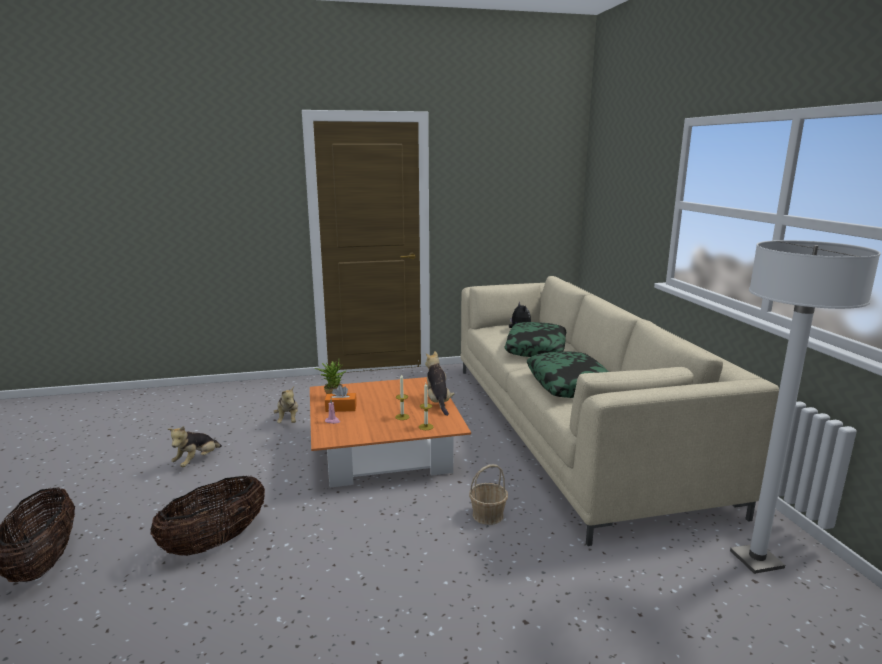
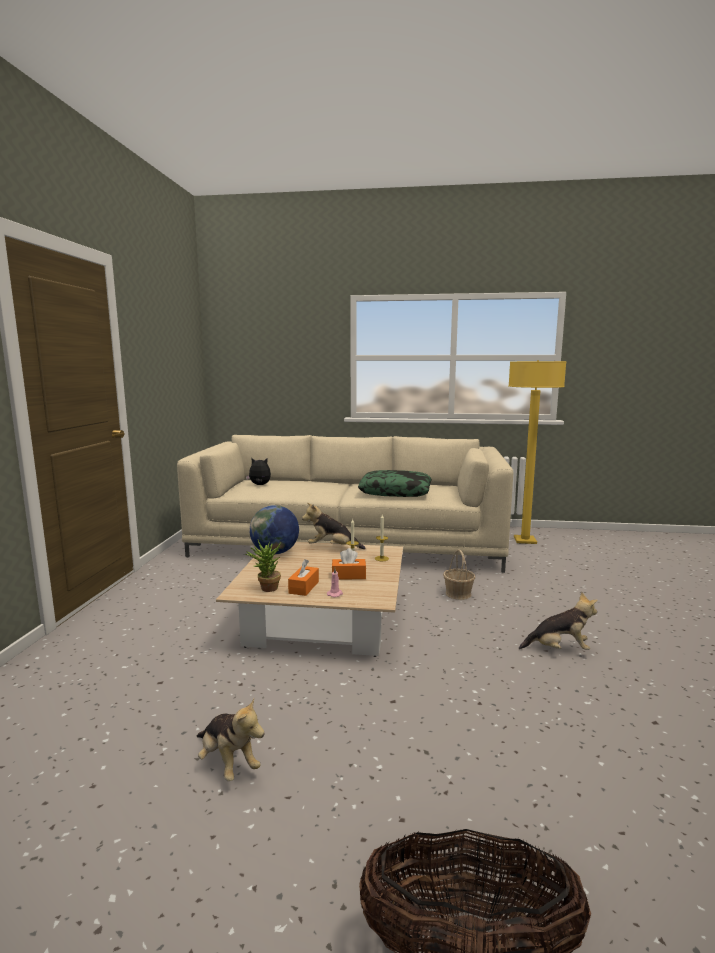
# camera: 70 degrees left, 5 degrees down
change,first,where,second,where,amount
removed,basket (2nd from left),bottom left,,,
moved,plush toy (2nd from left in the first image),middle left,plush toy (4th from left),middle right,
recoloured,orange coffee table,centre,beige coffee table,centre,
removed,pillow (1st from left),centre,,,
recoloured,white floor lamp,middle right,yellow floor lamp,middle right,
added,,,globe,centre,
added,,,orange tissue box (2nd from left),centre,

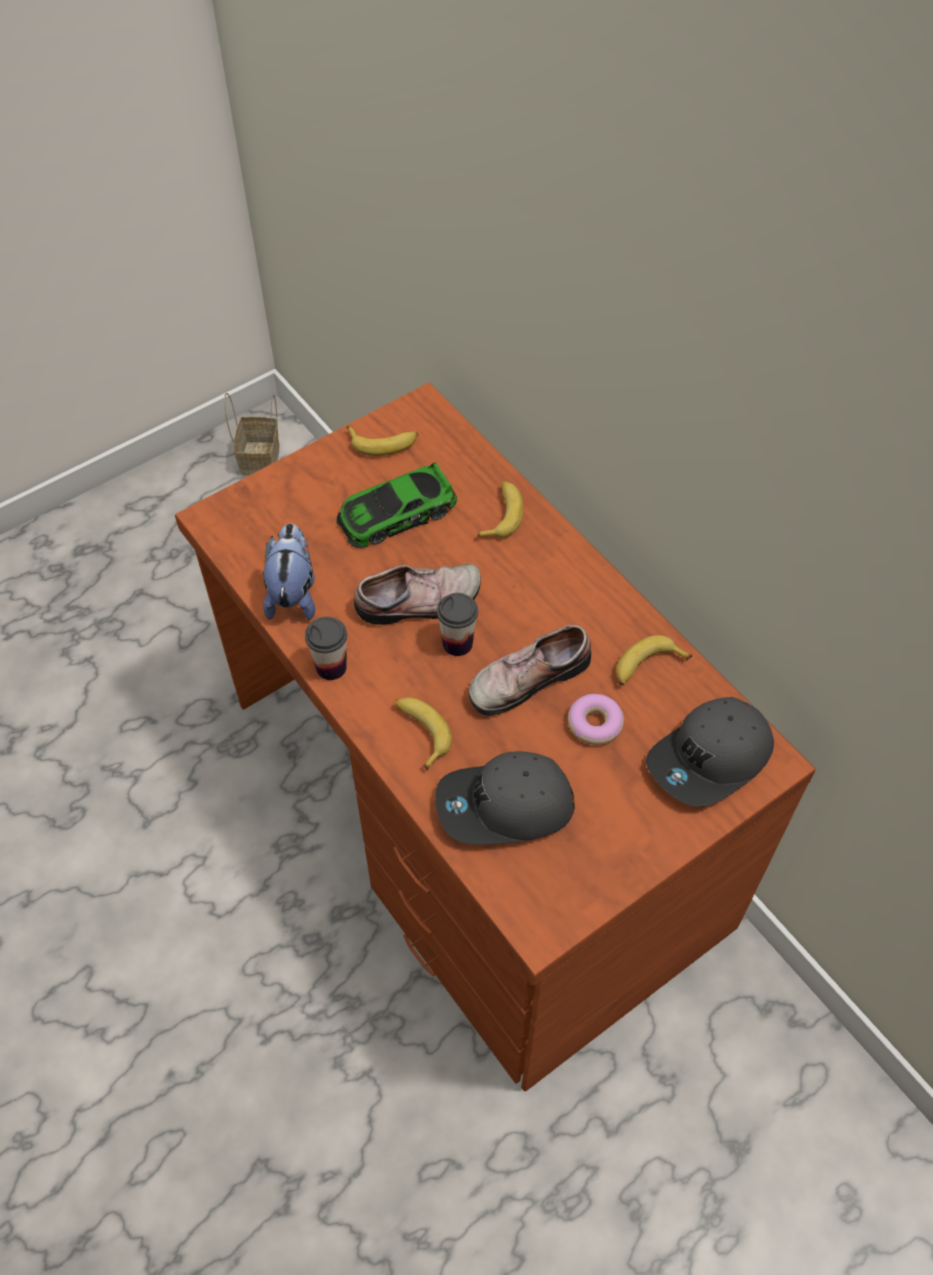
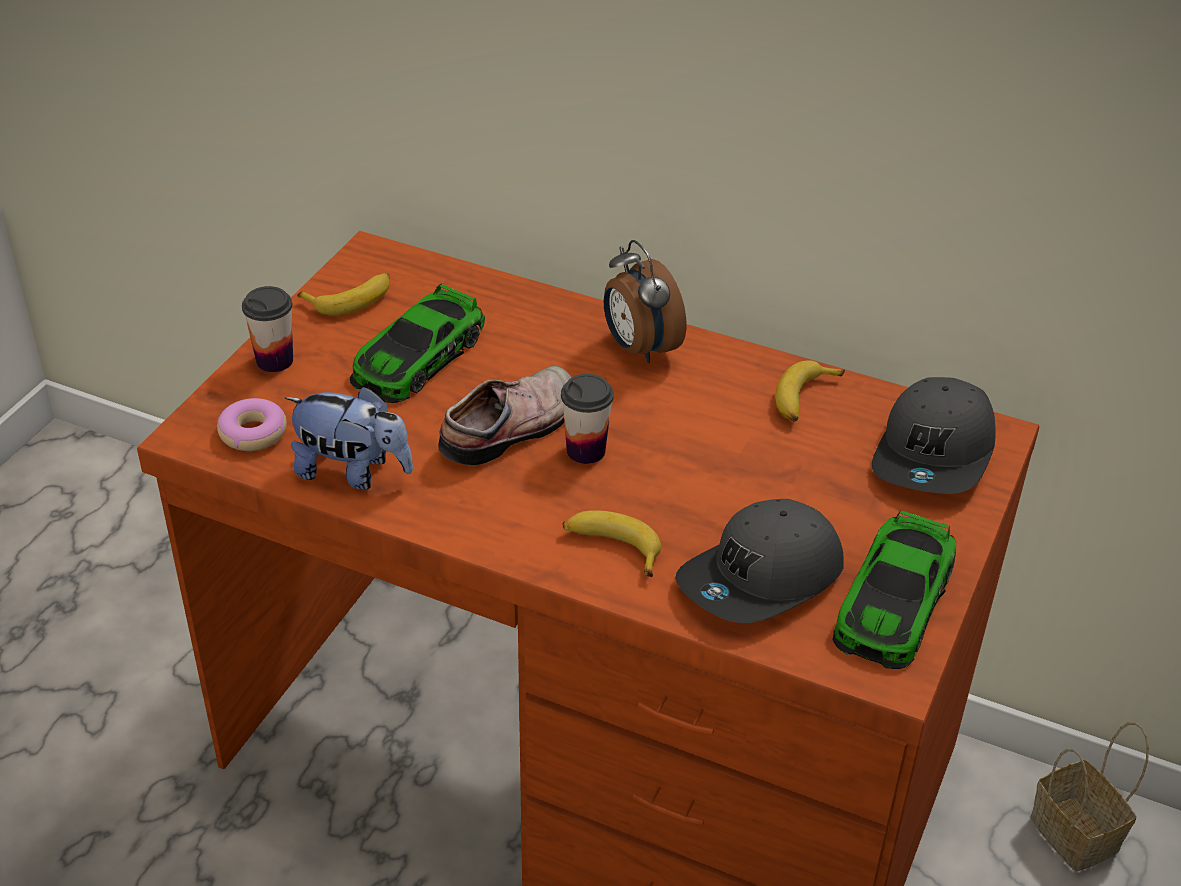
# camera: 30 degrees left, 15 degrees down
change,first,where,second,where,amount
moved,basket,middle left,,bottom right,
turned,plush toy,middle left,,middle left,135 degrees clockwise
moved,cup (1st from left),centre,,middle left,
removed,shoe (2nd from left),centre,,,
removed,banana (3rd from left),centre,,,
moved,donut,centre,,middle left,
added,,,alarm clock,centre,
added,,,toy car (2nd from left),middle right,

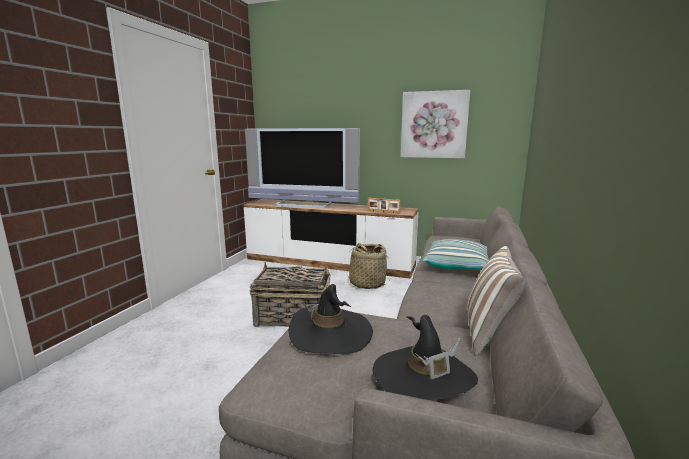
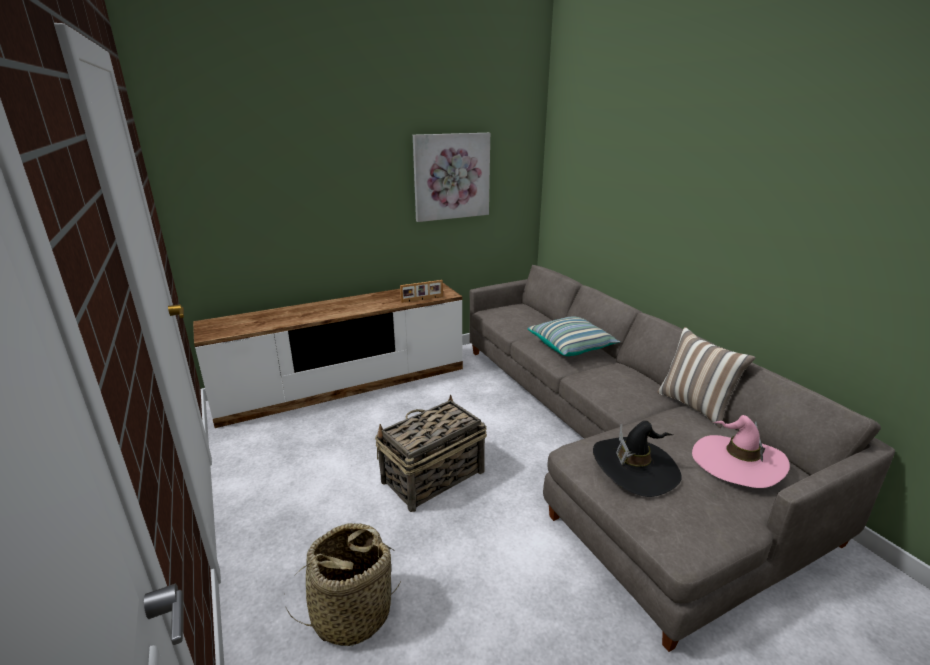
# camera: 45 degrees left, 10 degrees up
change,first,where,second,where,amount
removed,television,centre,,,
moved,basket (2nd from left in the first image),centre,basket (1st from left),bottom centre,
recoloured,black hat (2nd from left),bottom centre,pink hat,bottom right,

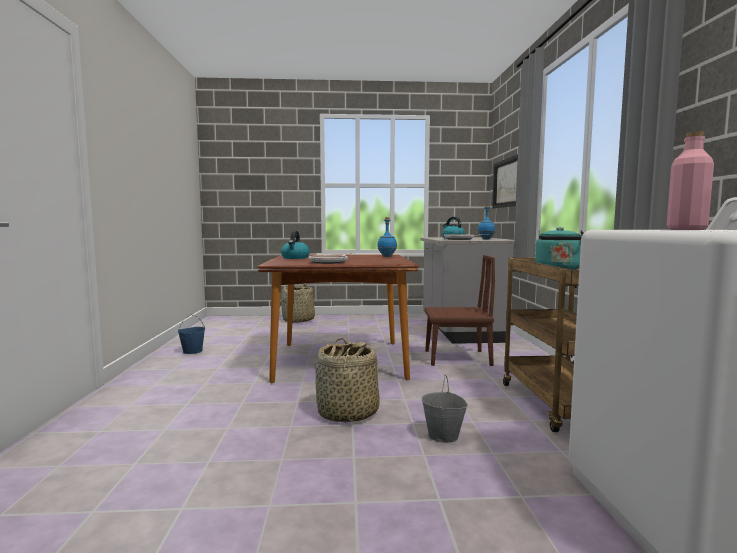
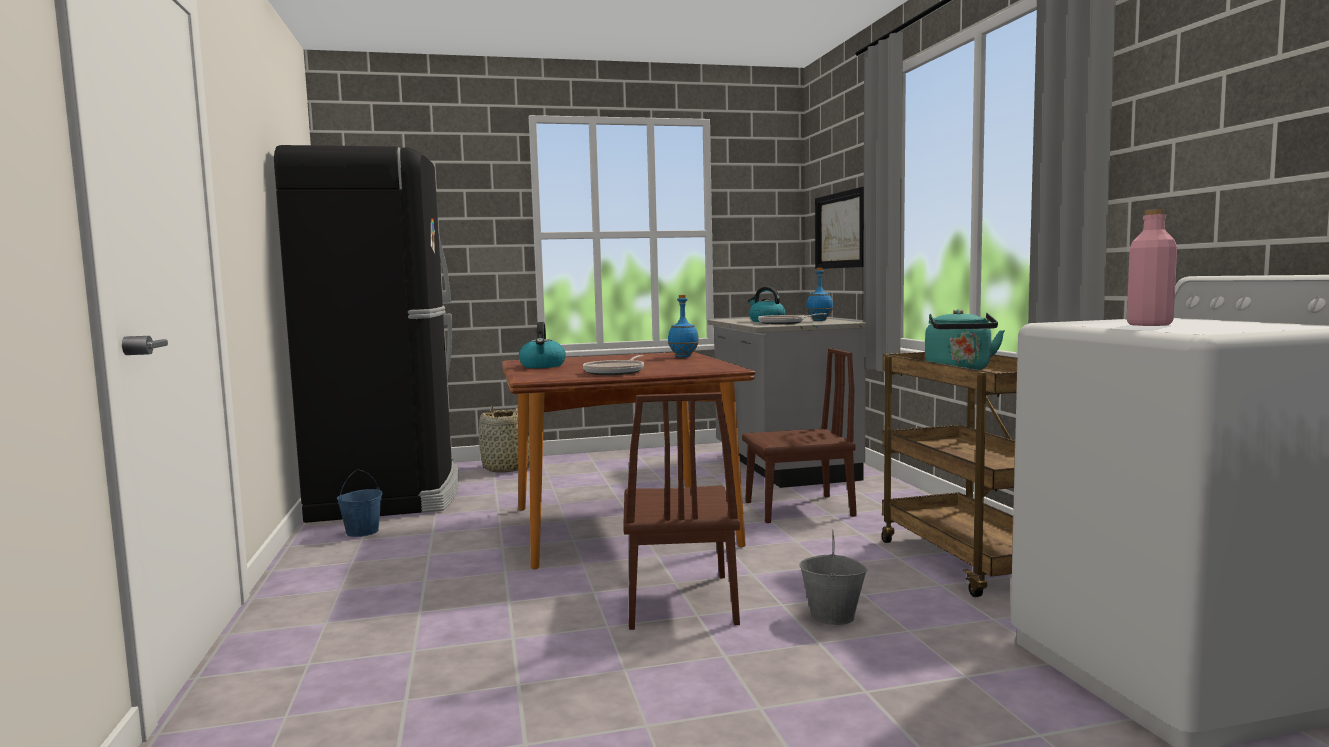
# camera: 10 degrees left, 0 degrees up
change,first,where,second,where,amount
replaced,basket (2nd from left),bottom centre,brown chair (1st from left),bottom centre,
added,,,black fridge,middle left,

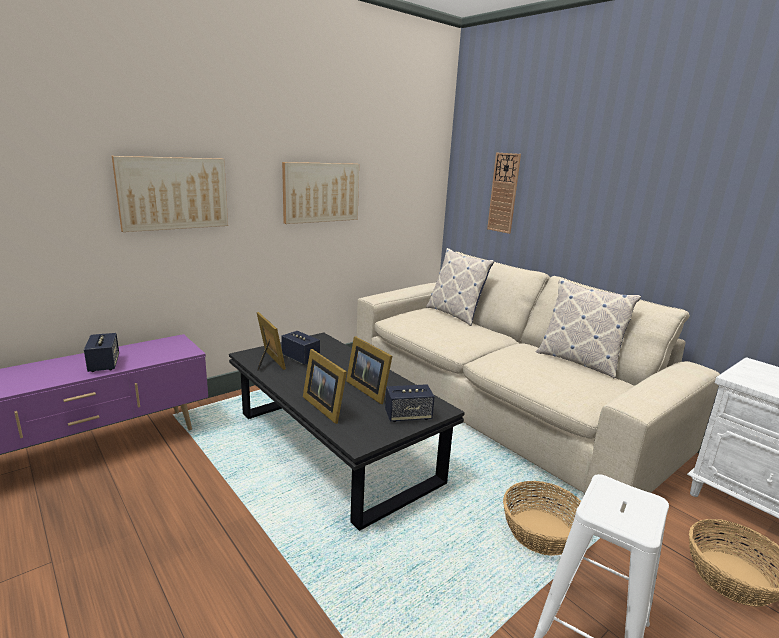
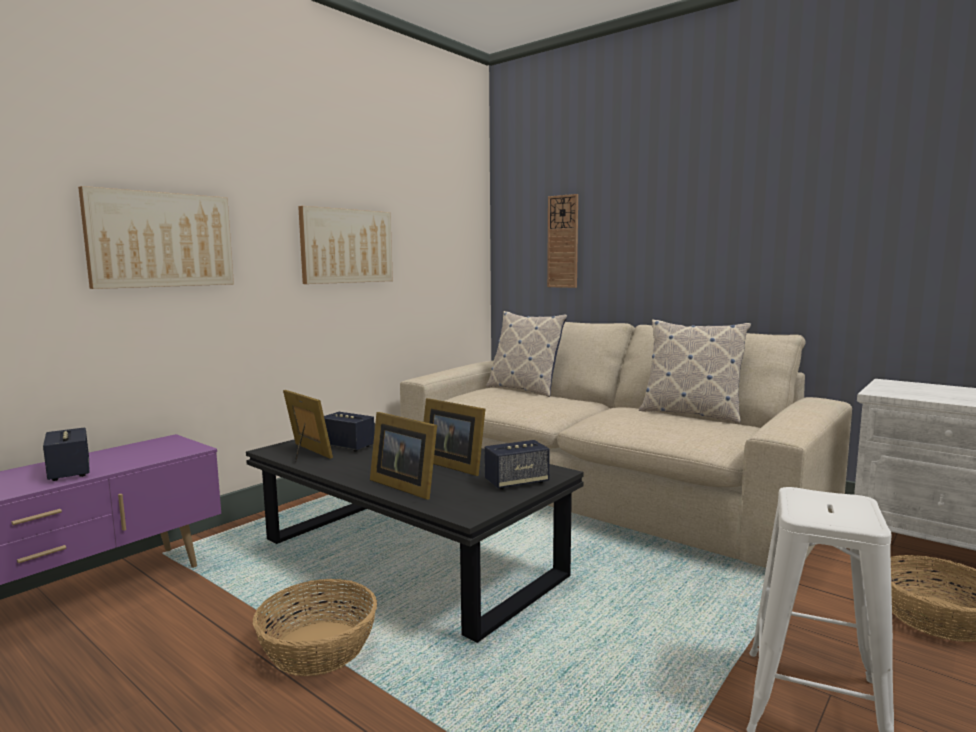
# camera: 10 degrees left, 10 degrees down
change,first,where,second,where,amount
moved,basket (1st from left),bottom right,,bottom left,

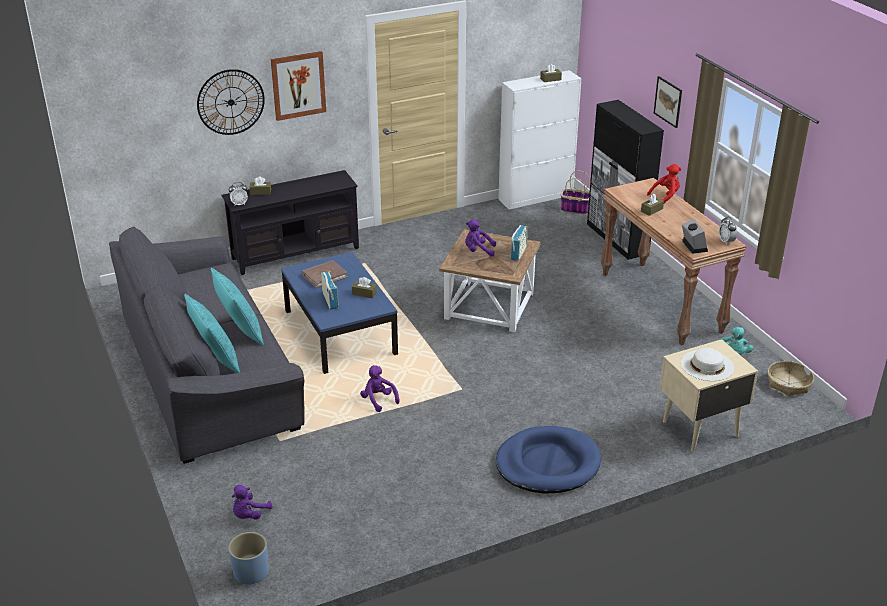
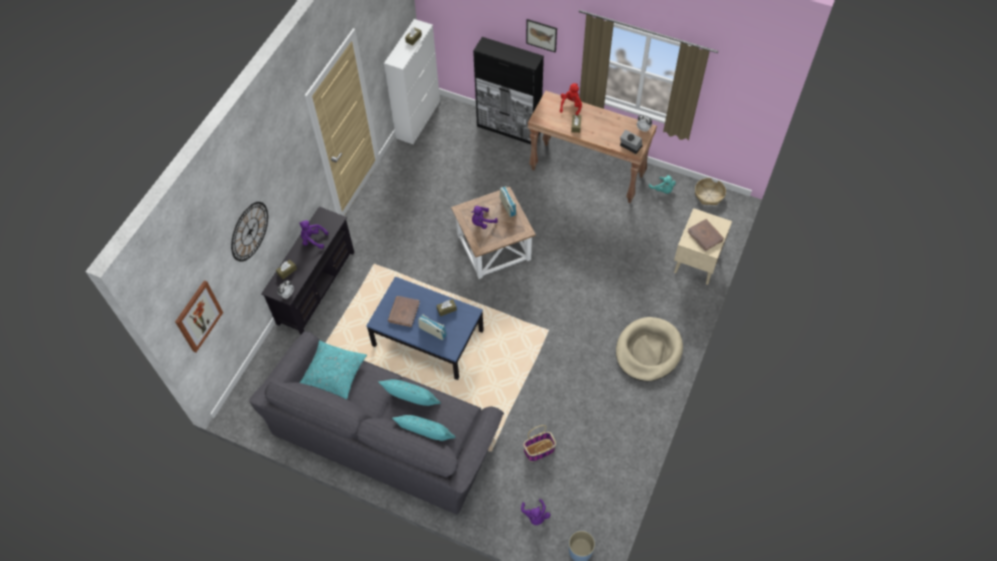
# camera: 40 degrees left, 25 degrees up
change,first,where,second,where,amount
moved,picture (1st from left),top centre,,middle left,
moved,purple plush toy (2nd from left in the first image),centre,purple plush toy (1st from left),middle left,
recoloured,blue dog bed,bottom centre,beige dog bed,centre,
moved,basket (1st from left),top centre,,bottom centre,
replaced,white hat,middle right,brown book (2nd from left),middle right,
added,,,turquoise pillow (1st from left),centre,

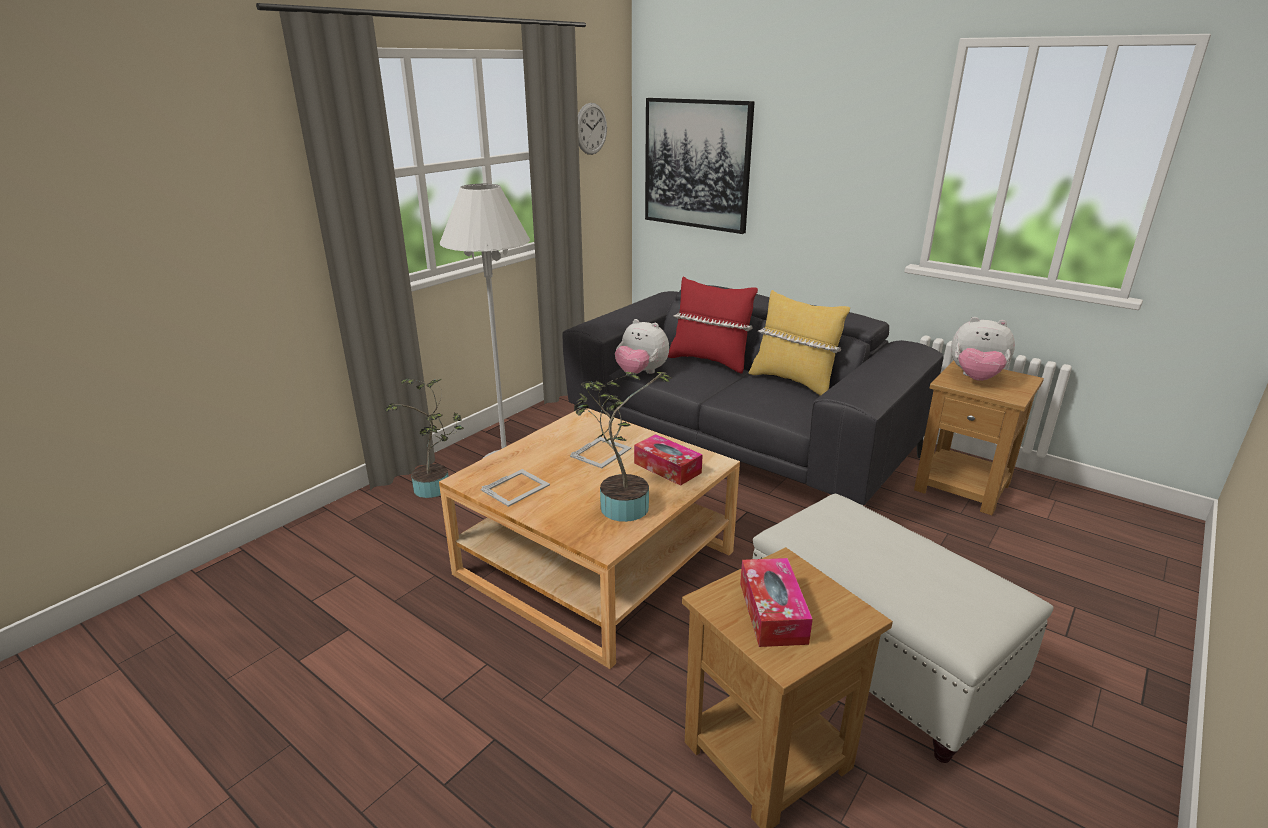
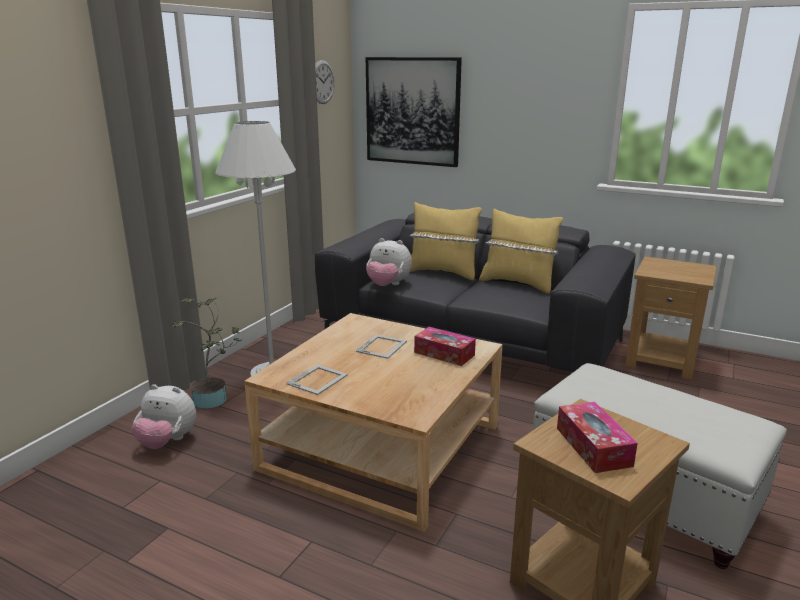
# camera: 10 degrees left, 5 degrees down
change,first,where,second,where,amount
removed,potted plant (2nd from left),centre,,,
recoloured,red pillow,centre,yellow pillow (1st from left),centre,
moved,plush toy (2nd from left in the first image),middle right,plush toy (1st from left),bottom left,

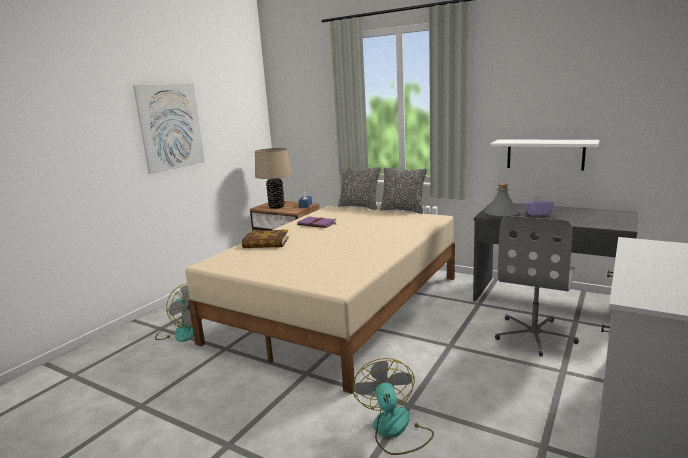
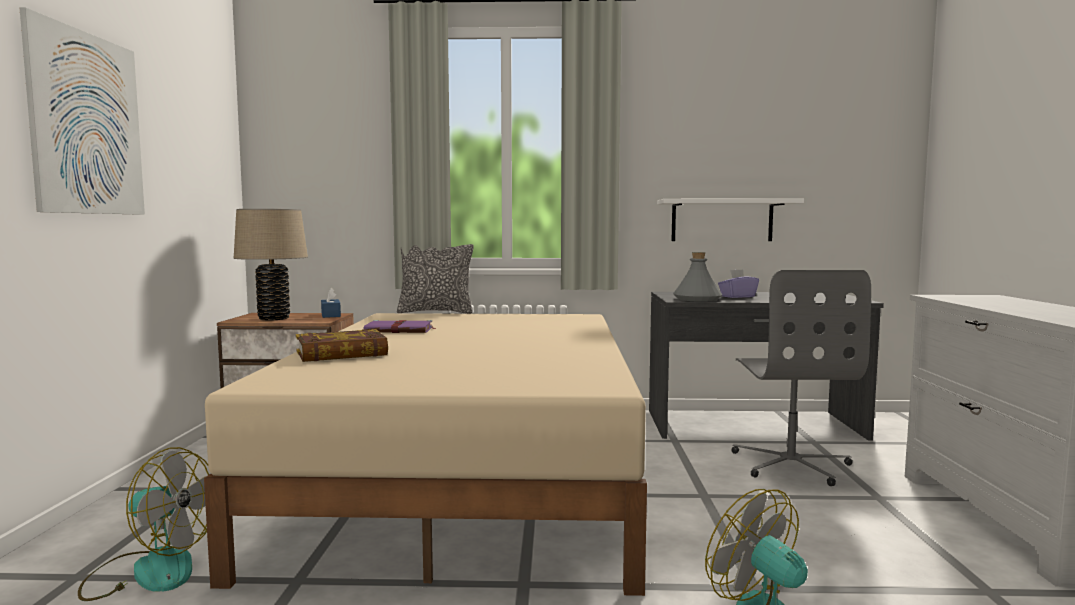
# camera: 30 degrees left, 10 degrees down
change,first,where,second,where,amount
removed,pillow (2nd from left),centre,,,

